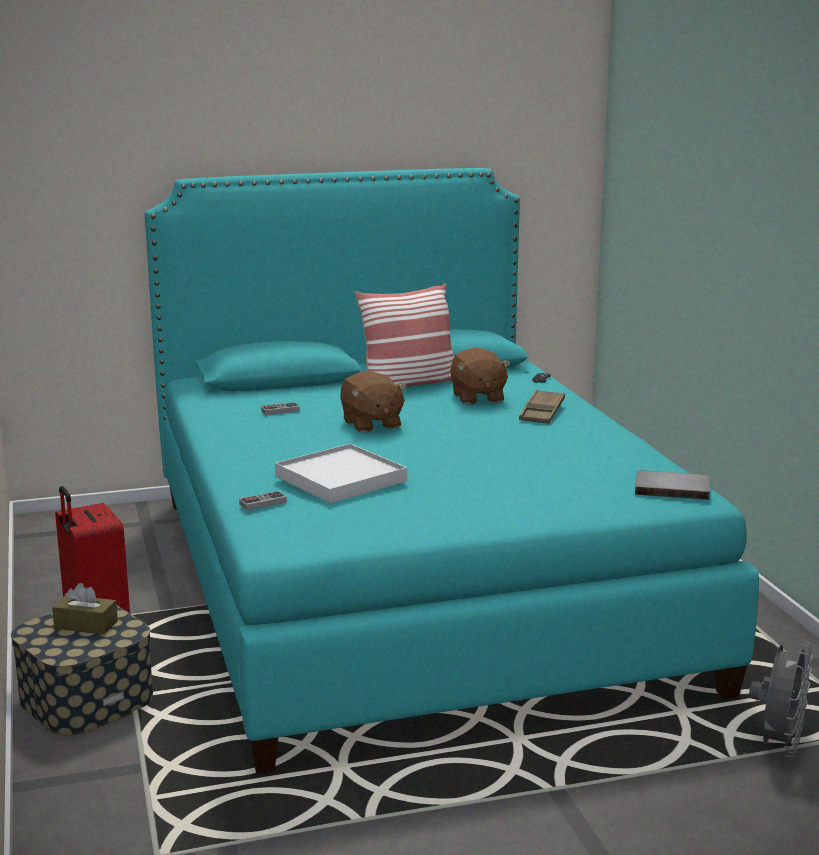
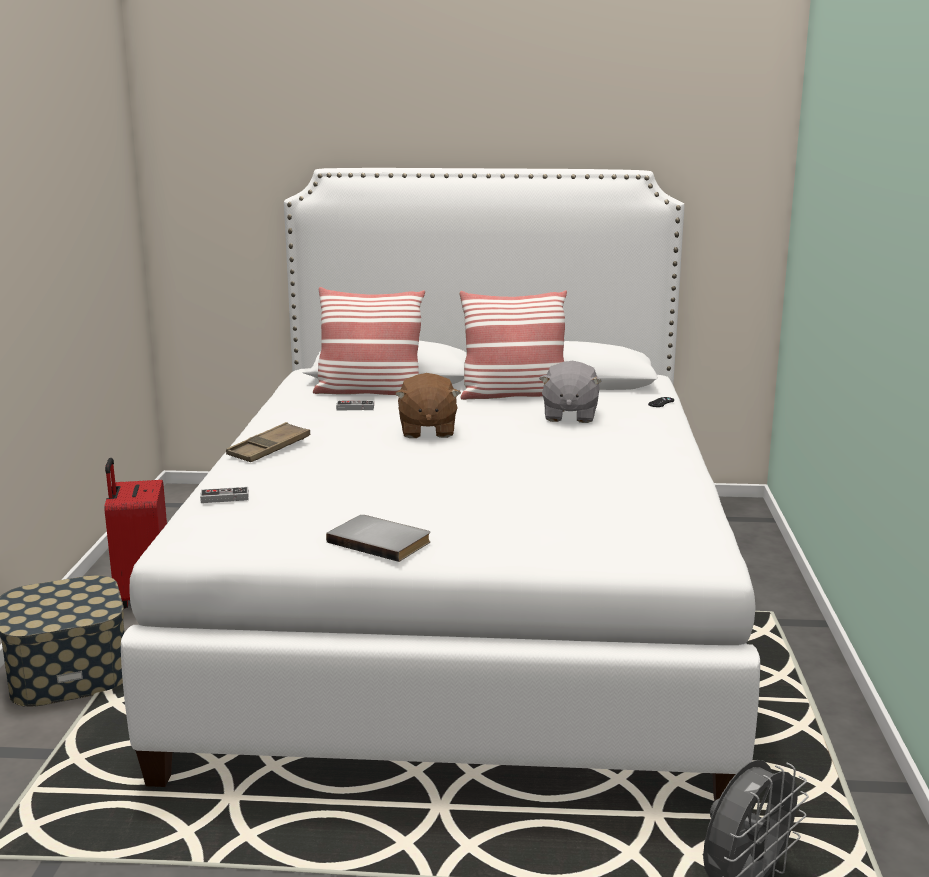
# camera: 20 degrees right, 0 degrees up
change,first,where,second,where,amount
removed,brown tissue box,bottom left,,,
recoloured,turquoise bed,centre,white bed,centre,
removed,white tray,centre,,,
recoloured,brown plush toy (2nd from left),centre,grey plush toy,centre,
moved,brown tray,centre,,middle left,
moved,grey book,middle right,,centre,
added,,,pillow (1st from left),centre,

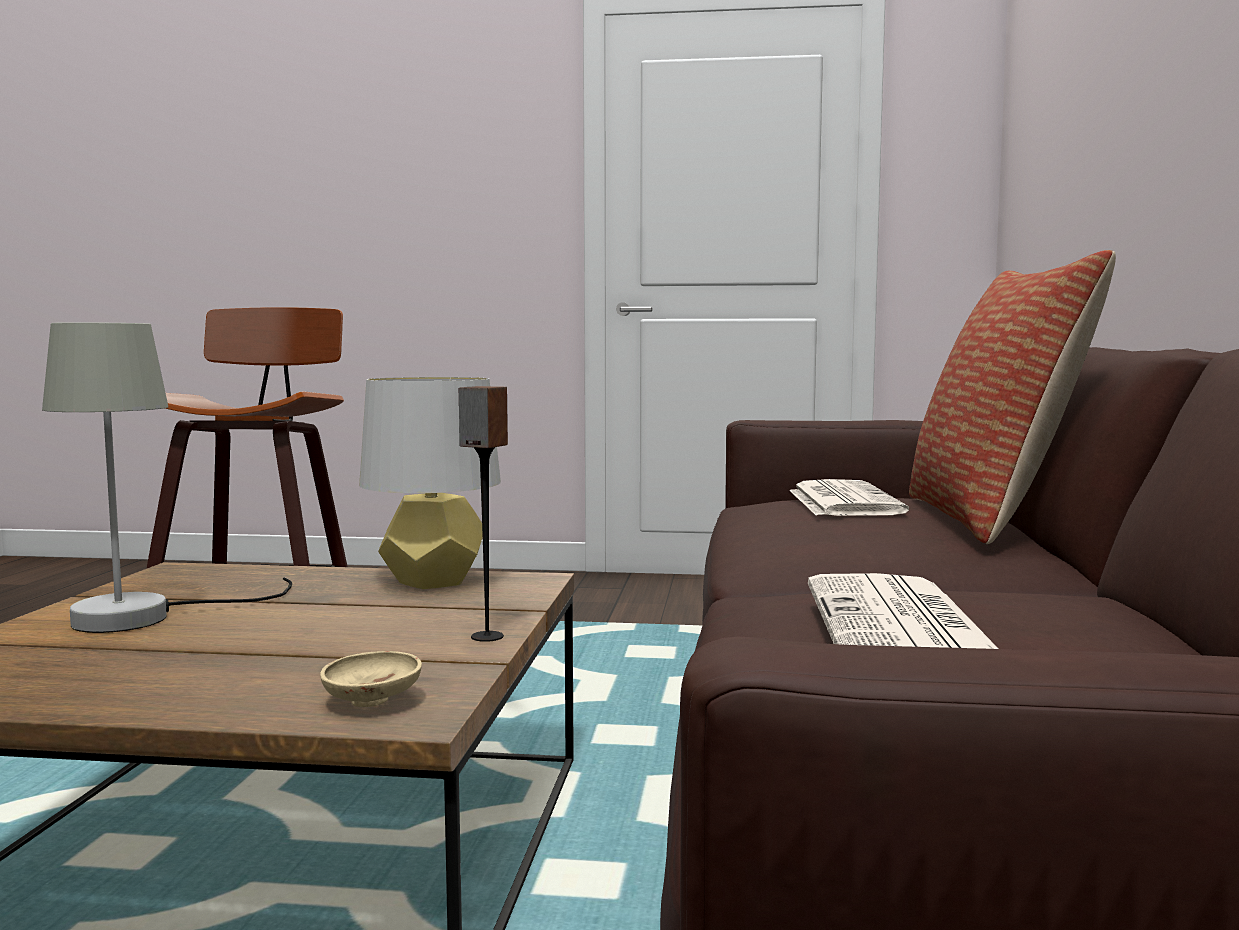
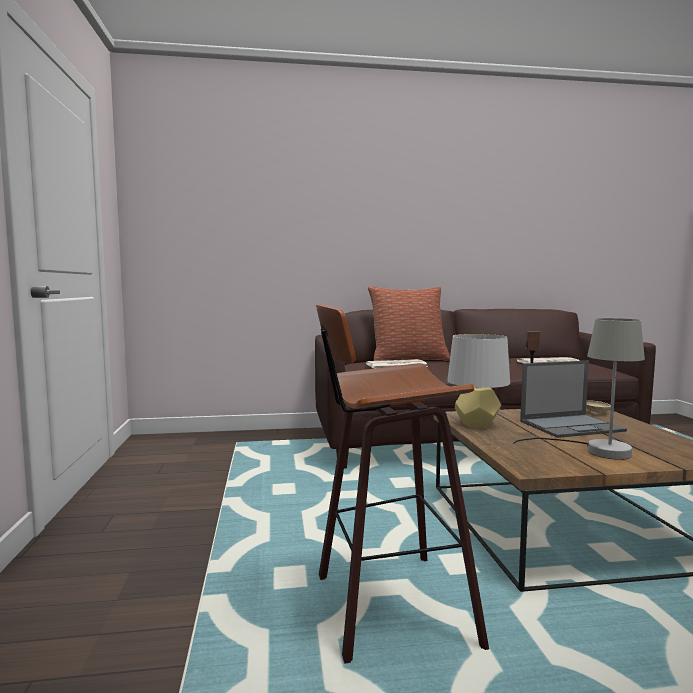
# camera: 105 degrees left, 0 degrees up
change,first,where,second,where,amount
added,,,laptop,middle right,

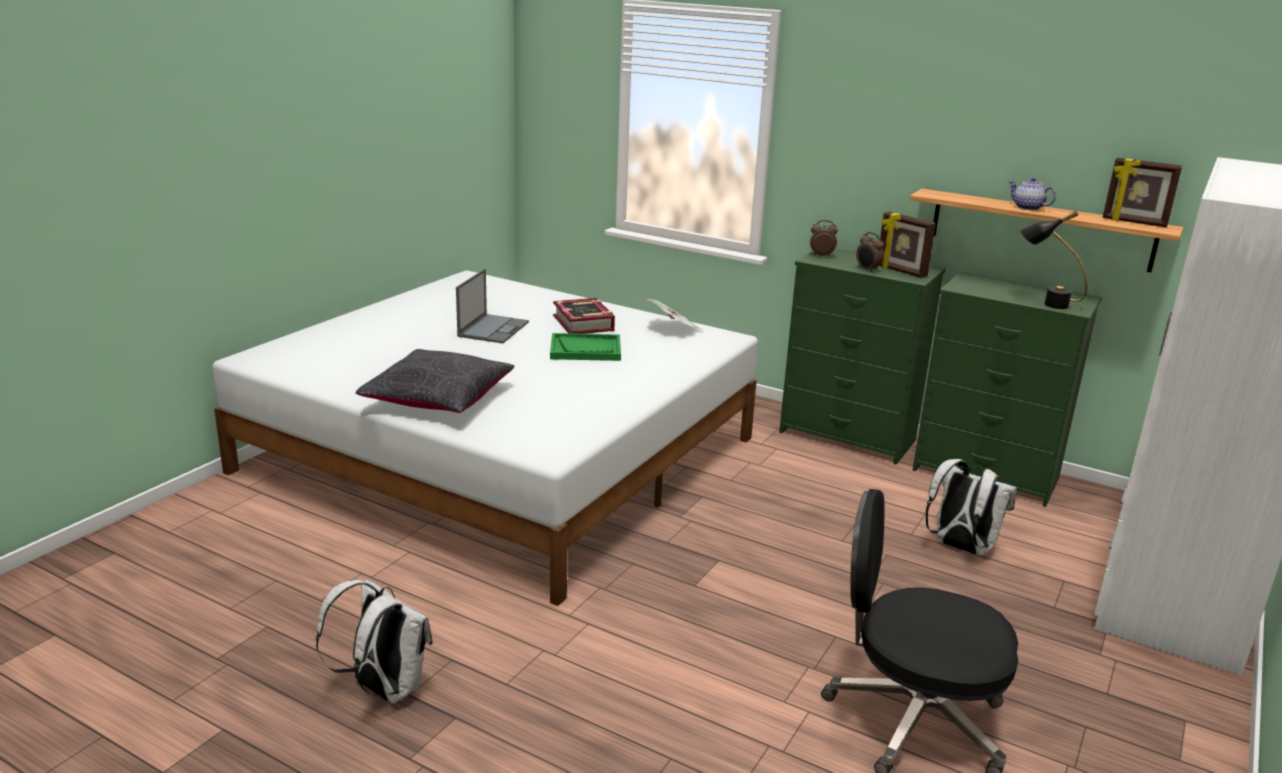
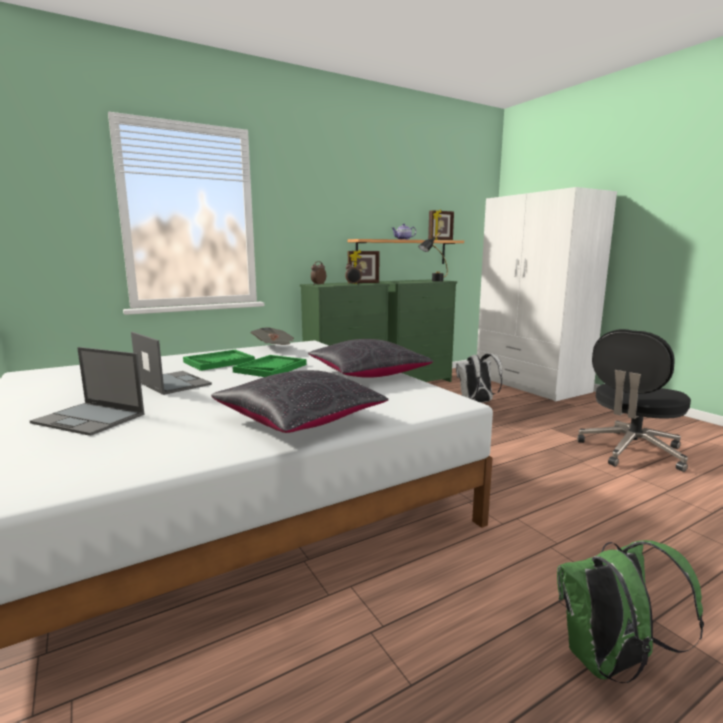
# camera: 60 degrees left, 10 degrees down
change,first,where,second,where,amount
recoloured,white backpack (1st from left),bottom left,green backpack,bottom right,
replaced,book,centre,green tray (1st from left),middle left,
added,,,laptop (1st from left),middle left,
added,,,black pillow (2nd from left),centre,

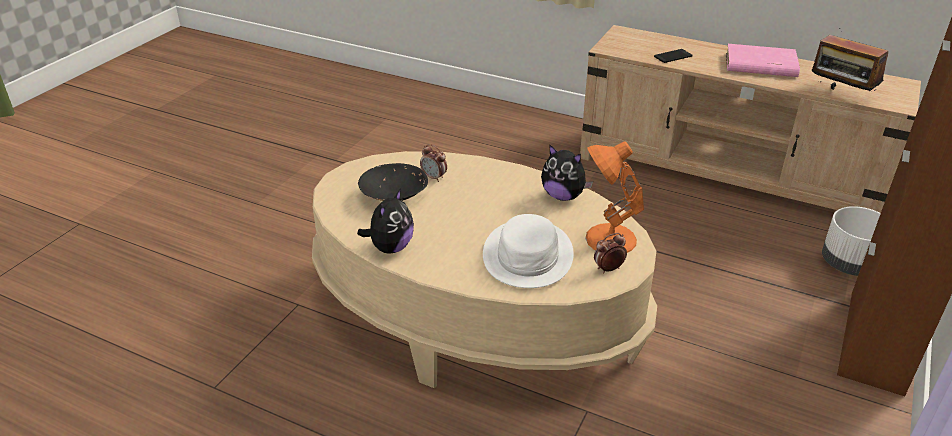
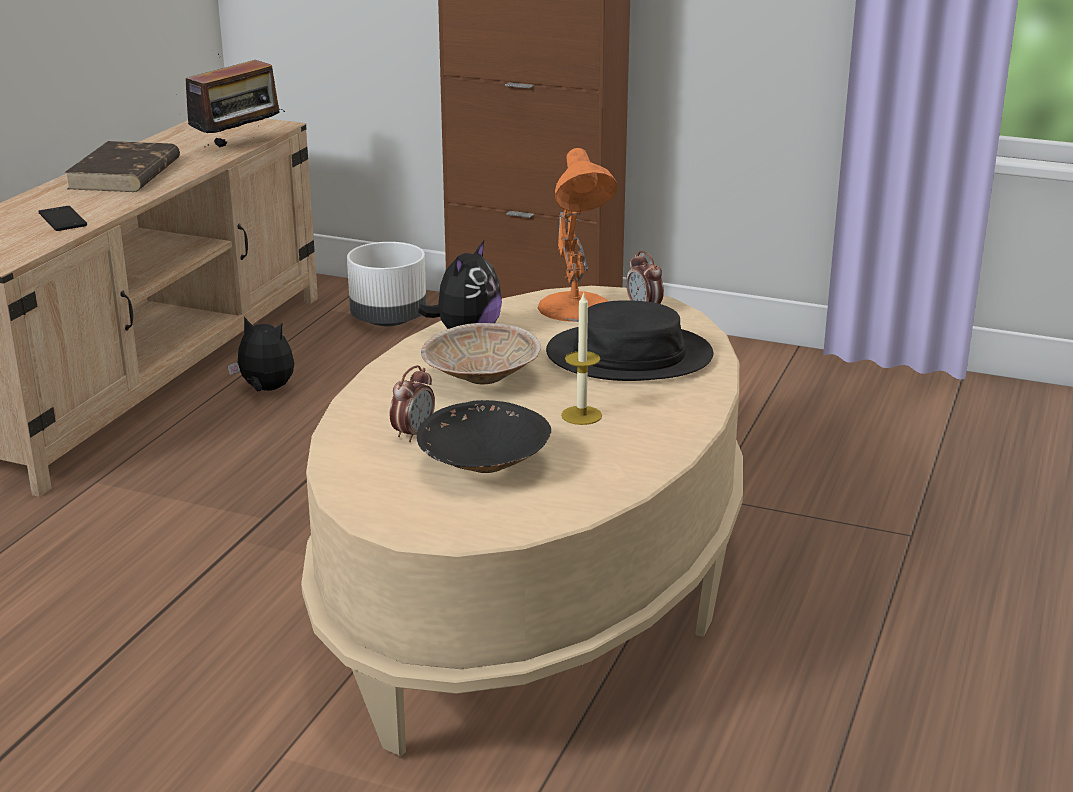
# camera: 95 degrees left, 10 degrees down
change,first,where,second,where,amount
moved,plush toy (1st from left),centre,,middle left,
recoloured,white hat,centre,black hat,centre,
recoloured,pink book,top right,brown book,top left,
added,,,beige bowl,centre,
added,,,candle,centre,

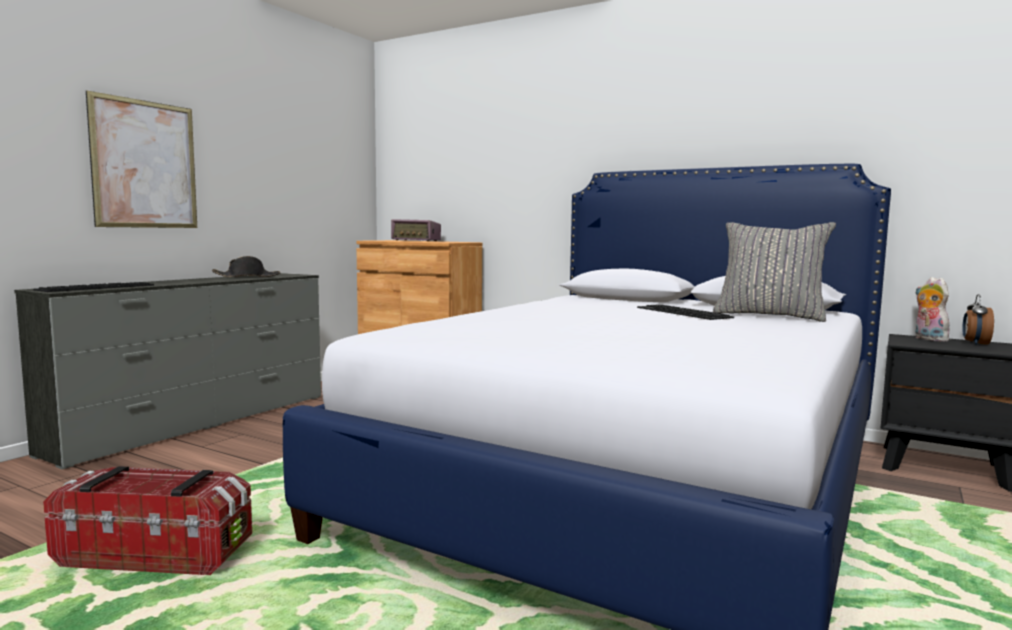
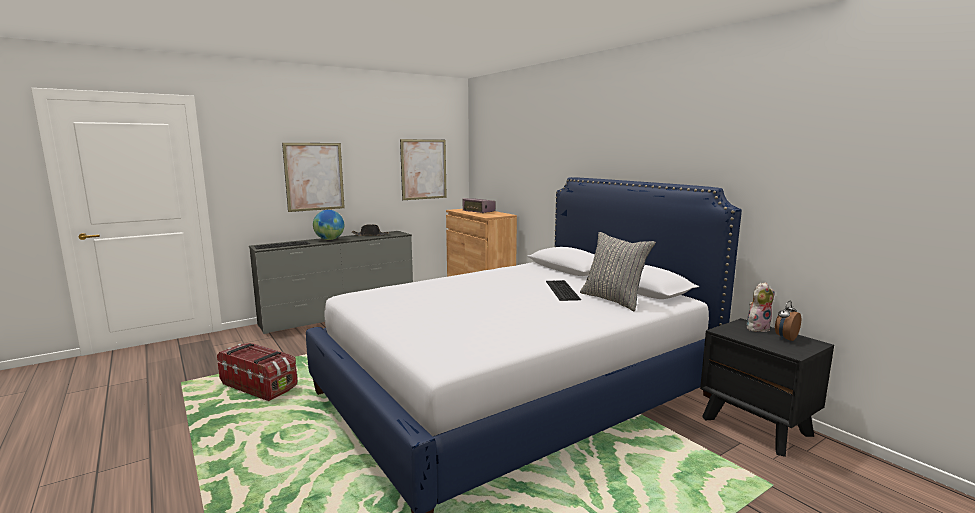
# camera: 25 degrees right, 5 degrees up
change,first,where,second,where,amount
turned,plush toy,middle right,,middle right,60 degrees clockwise
added,,,globe,centre,
added,,,picture (2nd from left),top centre,

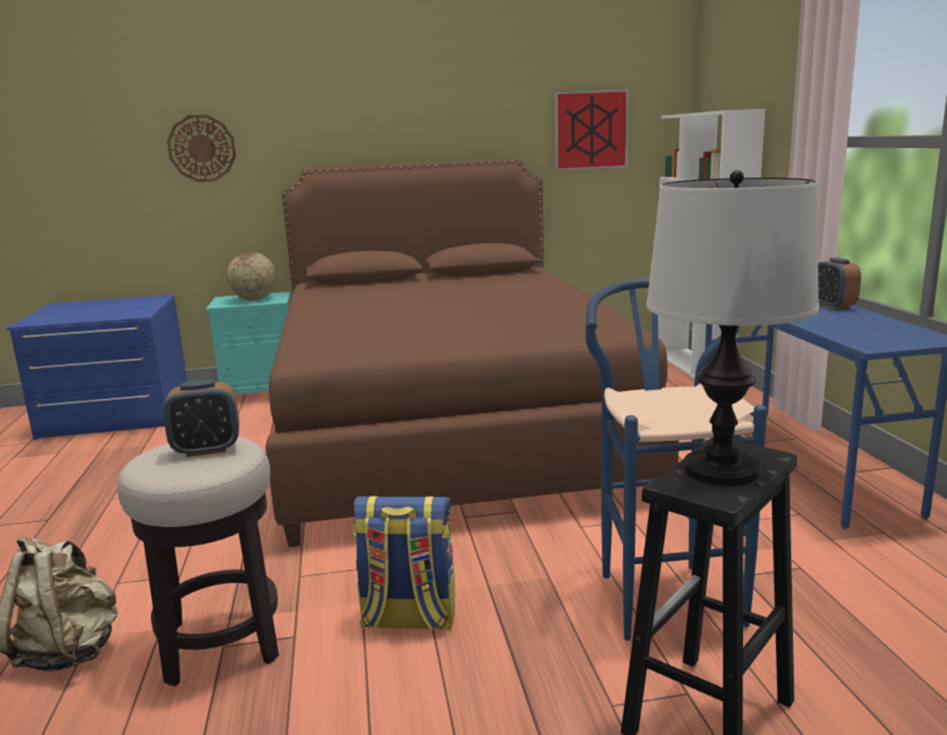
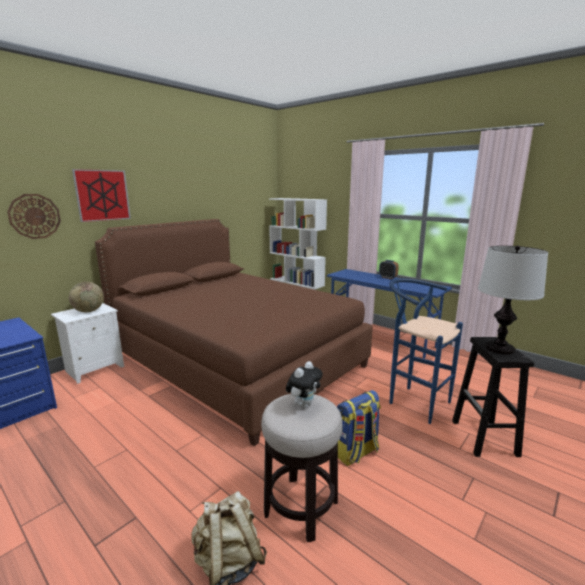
# camera: 40 degrees left, 0 degrees up
change,first,where,second,where,amount
replaced,alarm clock (1st from left),middle left,plush toy,centre,
recoloured,turquoise nightstand,middle left,white nightstand,middle left,
moved,picture,top centre,,middle left,

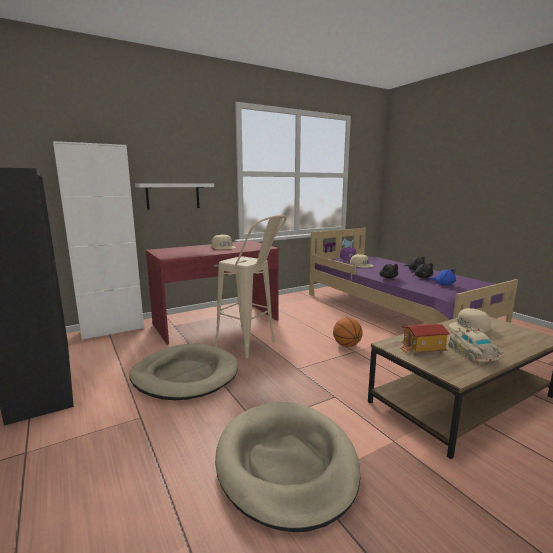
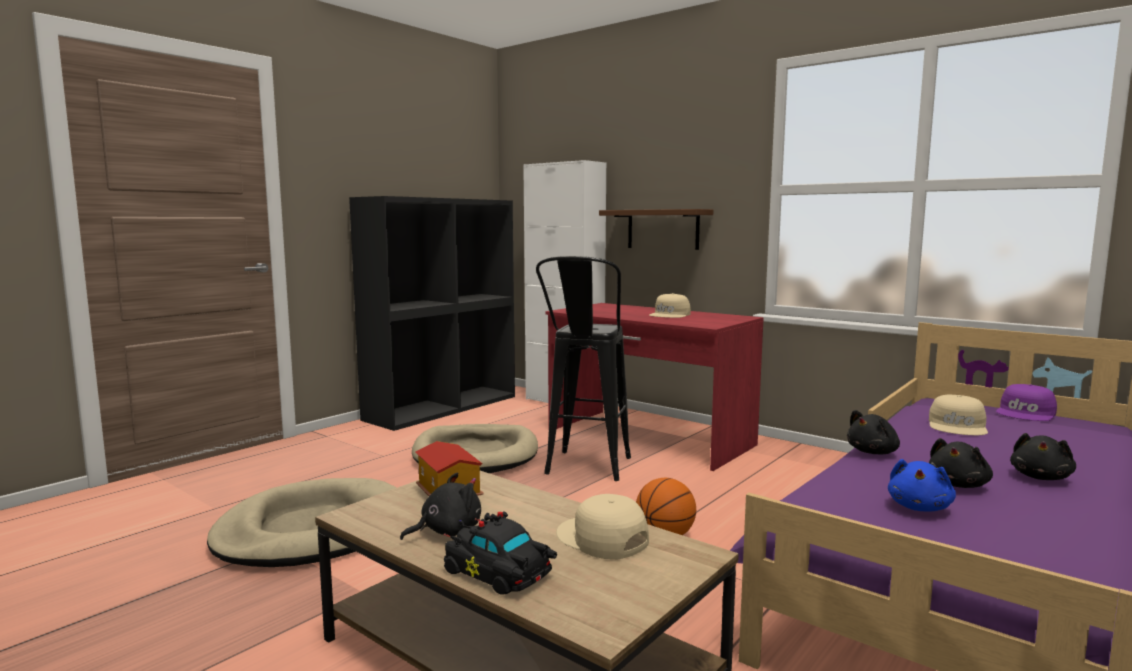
# camera: 70 degrees right, 5 degrees down
change,first,where,second,where,amount
recoloured,white shelf,middle left,brown shelf,centre,
recoloured,beige stool,centre,black stool,centre,
replaced,beige toy car,middle right,black plush toy (1st from left),bottom centre,
added,,,black toy car,bottom centre,

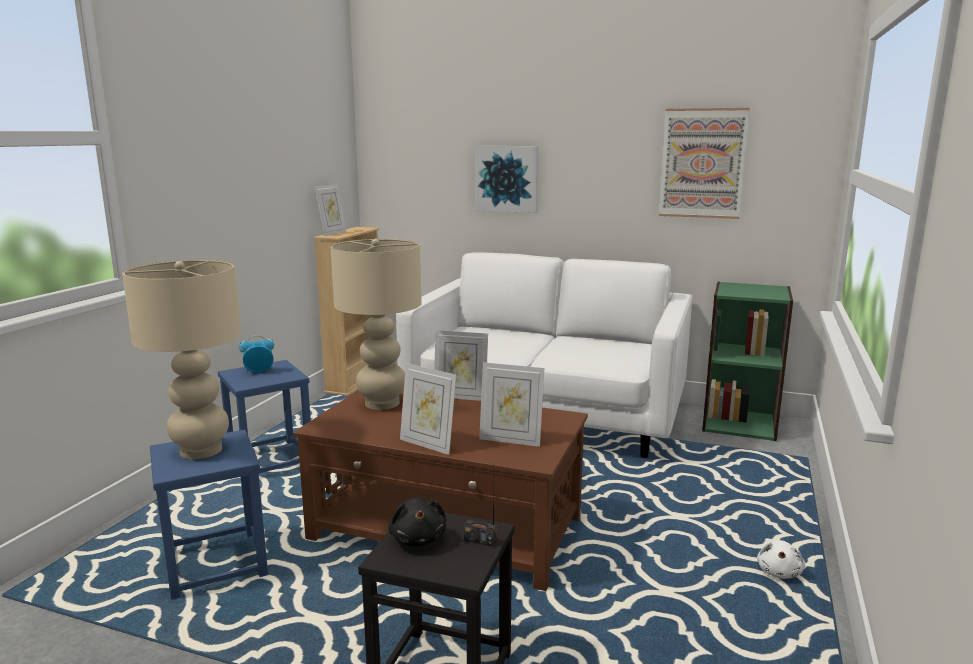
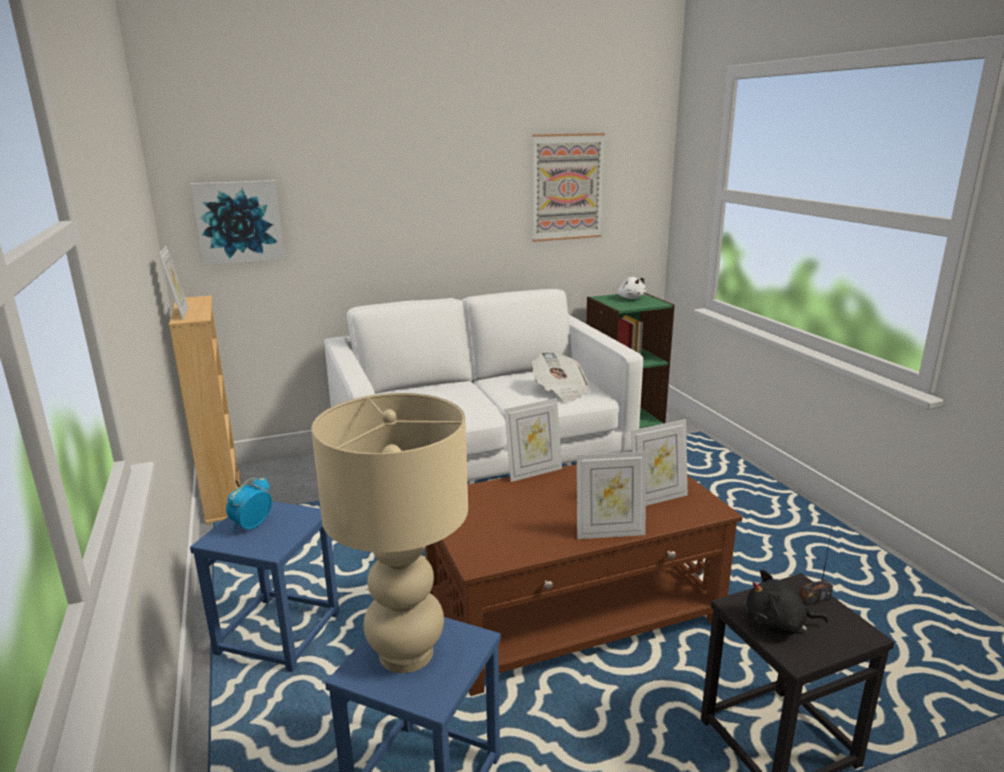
# camera: 40 degrees left, 5 degrees up
change,first,where,second,where,amount
removed,beige table lamp (2nd from left),centre,,,
turned,black plush toy,bottom centre,,bottom right,150 degrees clockwise
moved,picture (1st from left),top centre,,top left,
moved,white plush toy,bottom right,,centre,
added,,,newspaper,centre,

